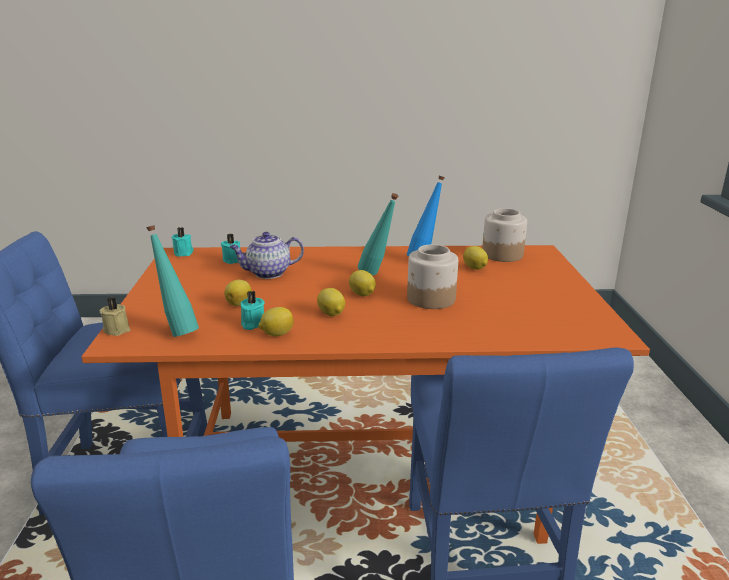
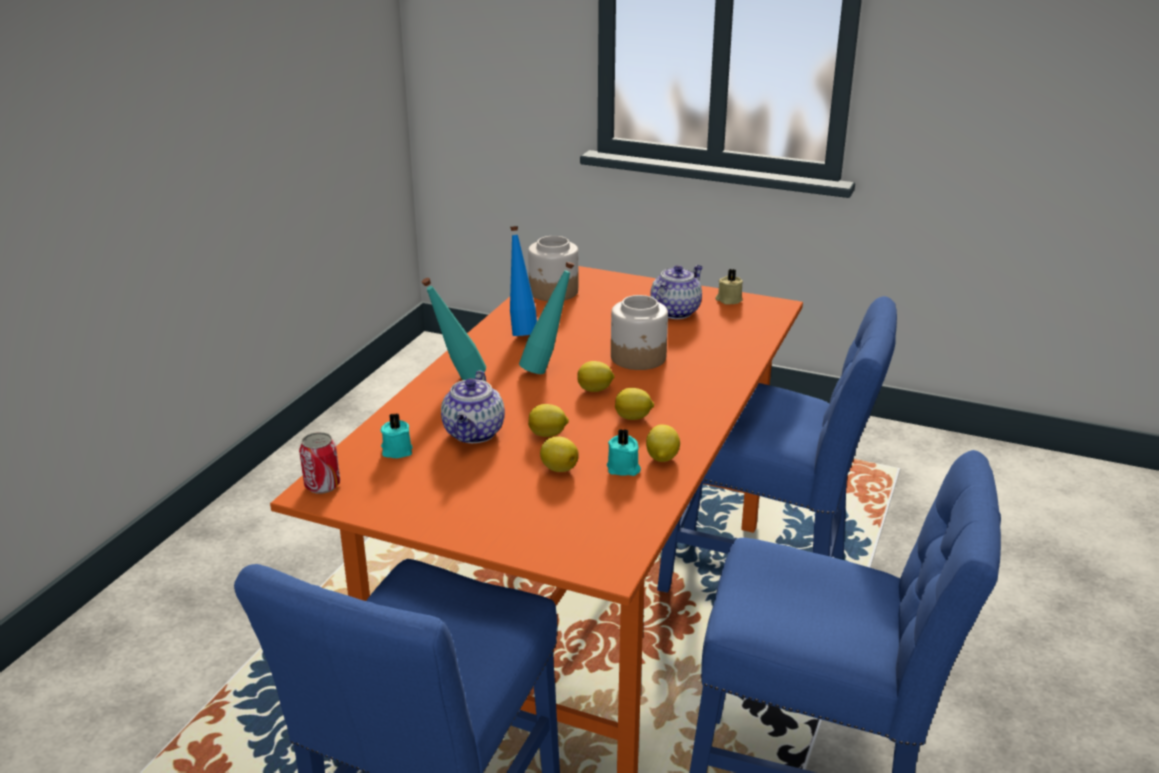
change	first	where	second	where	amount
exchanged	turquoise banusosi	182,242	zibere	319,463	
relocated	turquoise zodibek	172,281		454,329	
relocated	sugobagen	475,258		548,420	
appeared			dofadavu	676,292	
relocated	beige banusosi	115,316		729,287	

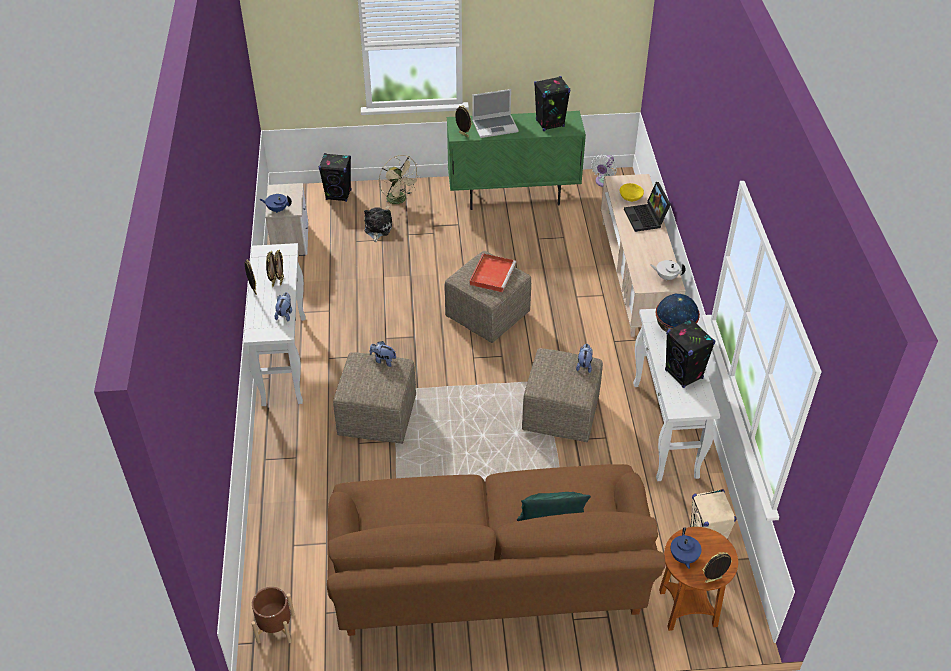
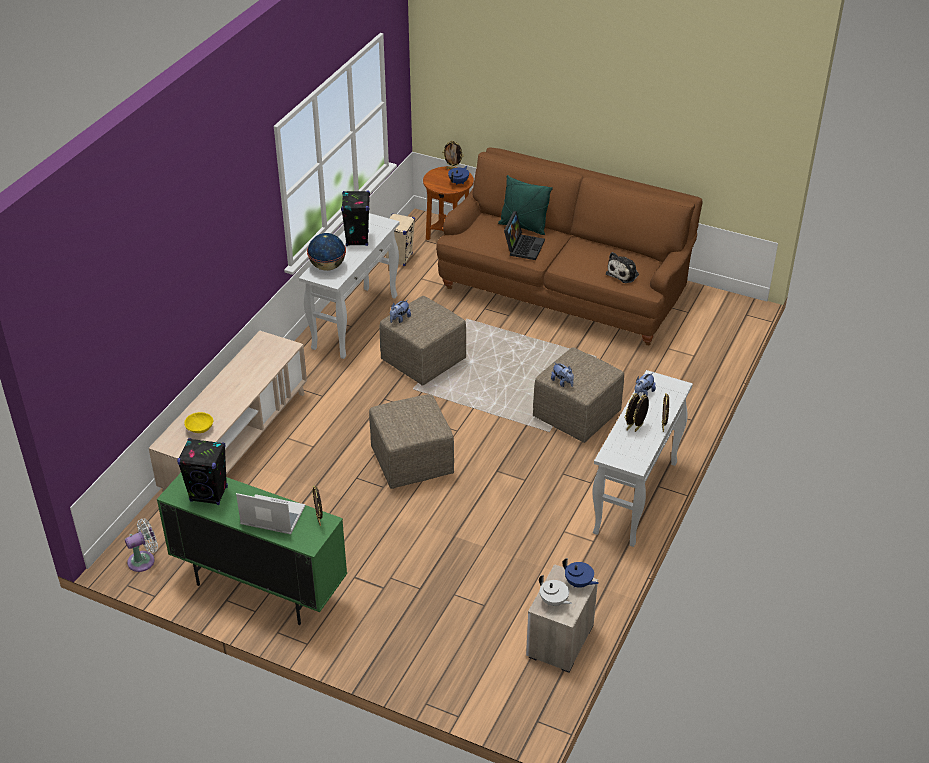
change	first	where	second	where	amount
relocated	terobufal	647,207		524,235	
relocated	white dofadavu	668,270		555,590	
relocated	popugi	378,225		622,267	
missing	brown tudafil	273,615			
missing	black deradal	335,177			
missing	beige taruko	400,182			
missing	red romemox	493,272			

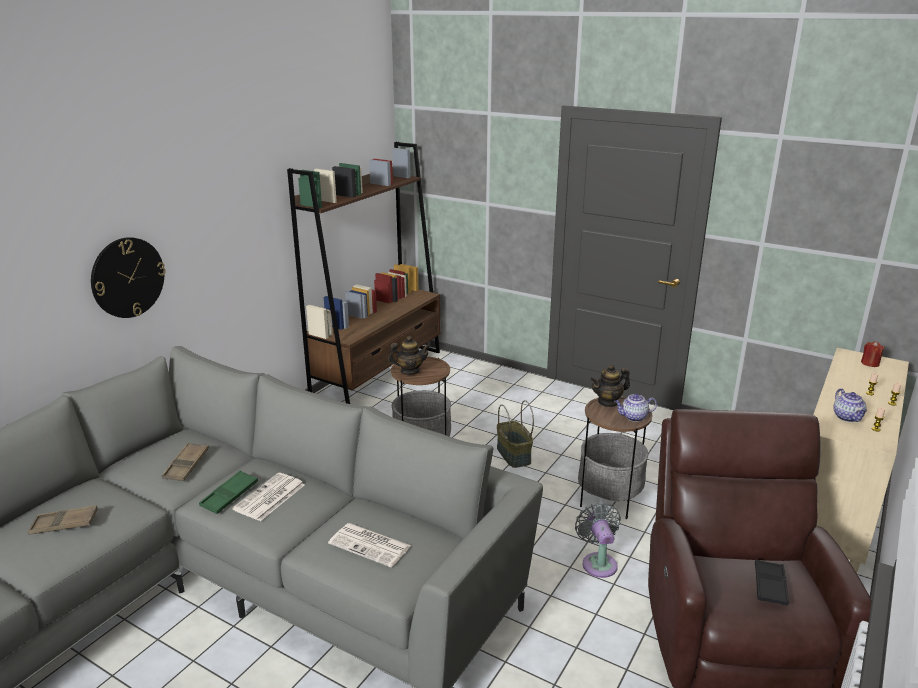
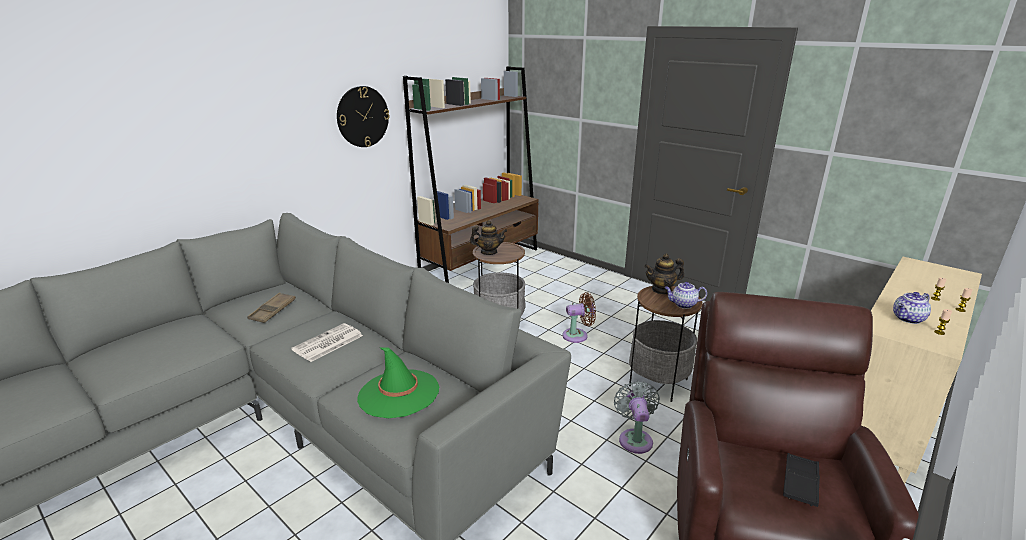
change	first	where	second	where	amount
relocated	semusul	128,277		363,116	
exchanged	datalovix	369,545	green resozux	398,382	
exchanged	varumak	515,434	brown taruko	579,317	
spun	dofadavu	850,405		912,308	60 degrees clockwise
missing	brown romemox	63,520			
missing	green romemox	228,492			
missing	red banusosi	873,354			

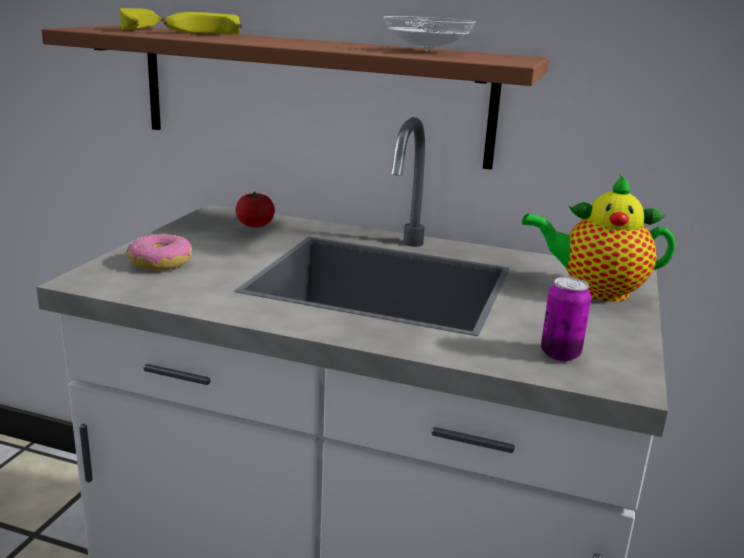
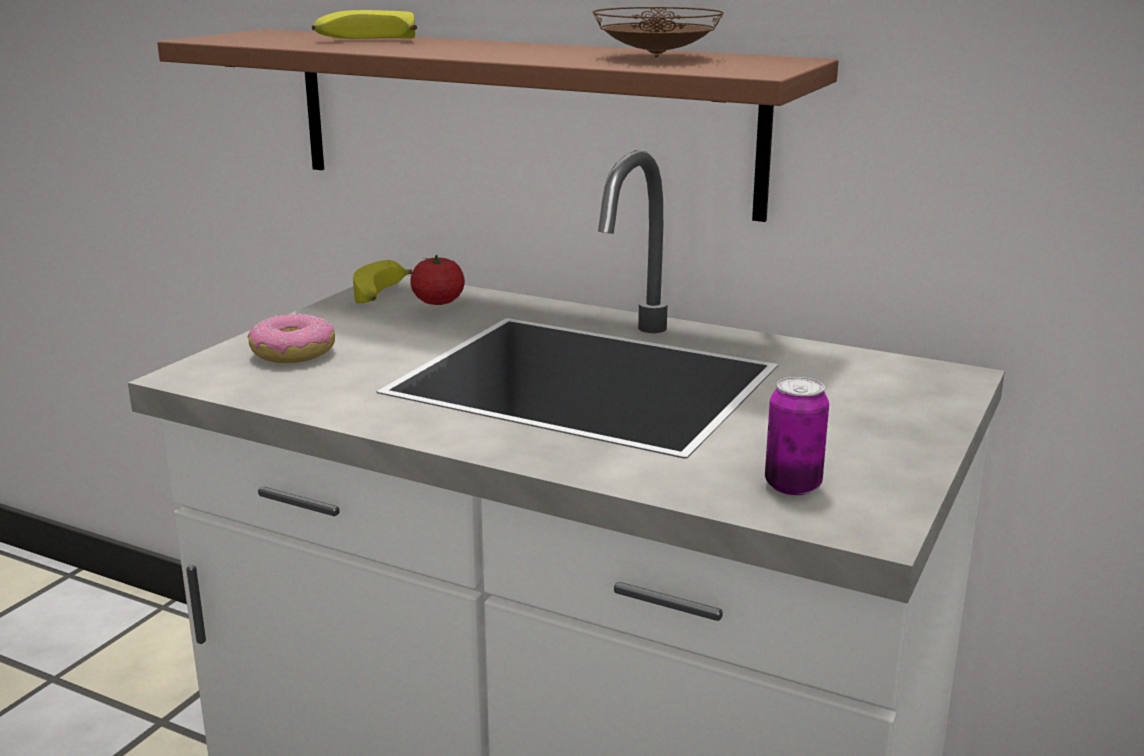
change	first	where	second	where	amount
relocated	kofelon	142,19		382,282	
colour	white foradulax	429,34	brown foradulax	658,32	
missing	dofadavu	599,238			

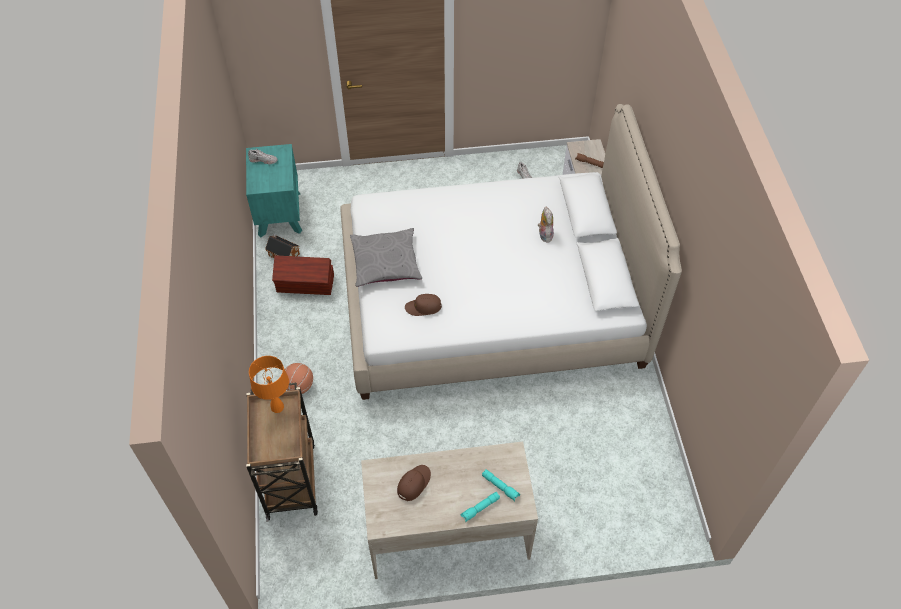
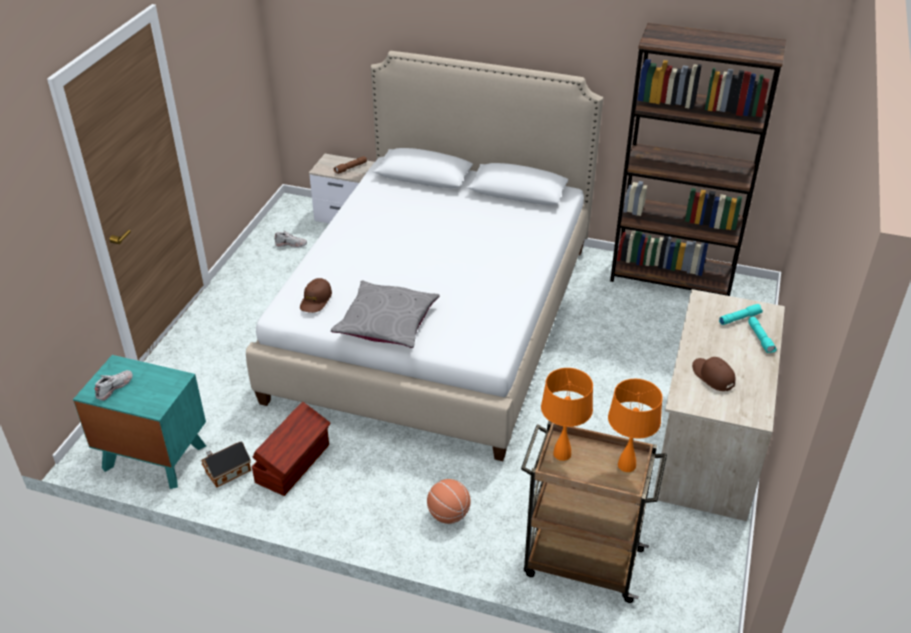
change	first	where	second	where	amount
relocated	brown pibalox	423,305		316,295	
appeared			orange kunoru	635,425	
appeared			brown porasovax	698,159	
missing	popugi	546,224			

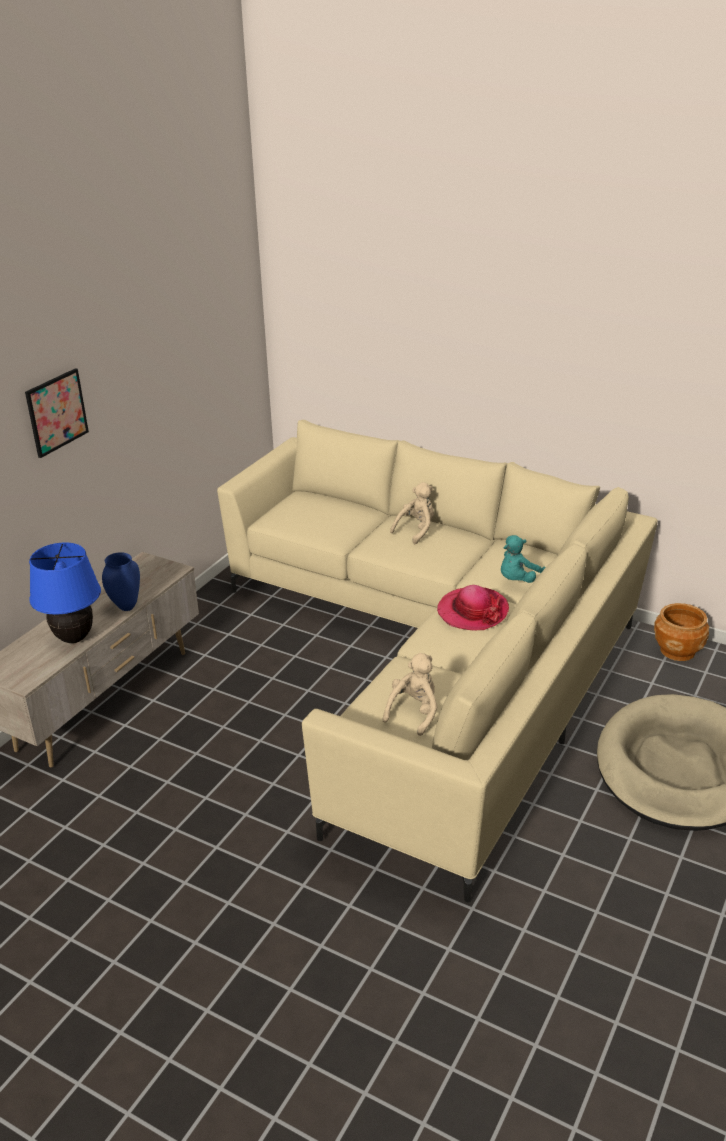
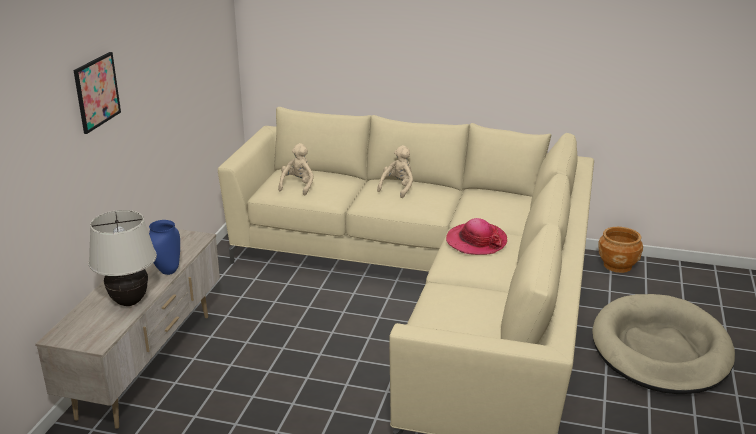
change	first	where	second	where	amount
colour	blue kunoru	65,592	beige kunoru	123,258	
relocated	beige popugi	410,694		296,169	
missing	turquoise popugi	523,559			

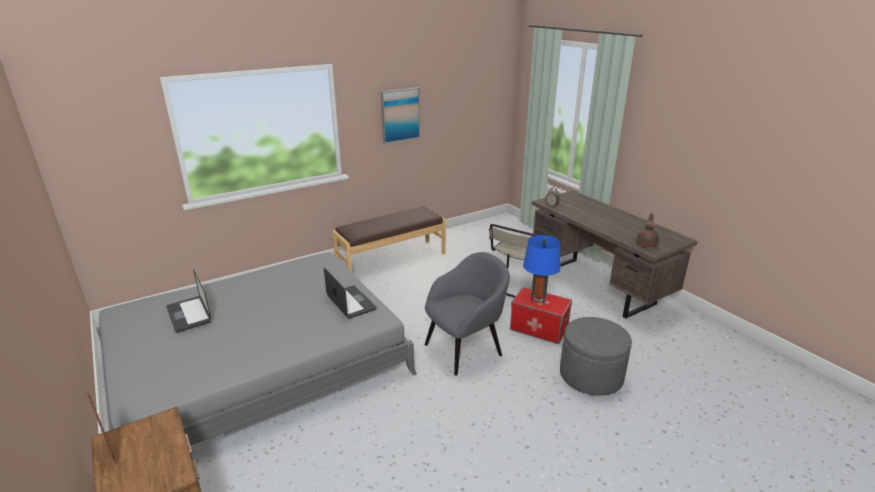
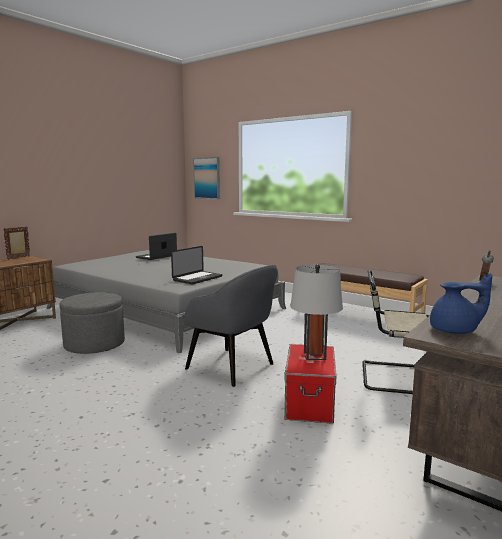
change	first	where	second	where	amount
relocated	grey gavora	596,356		92,323	
relocated	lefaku	400,115		206,178	
colour	blue kunoru	542,269	grey kunoru	316,312	
colour	brown dofadavu	647,230	blue dofadavu	461,303	

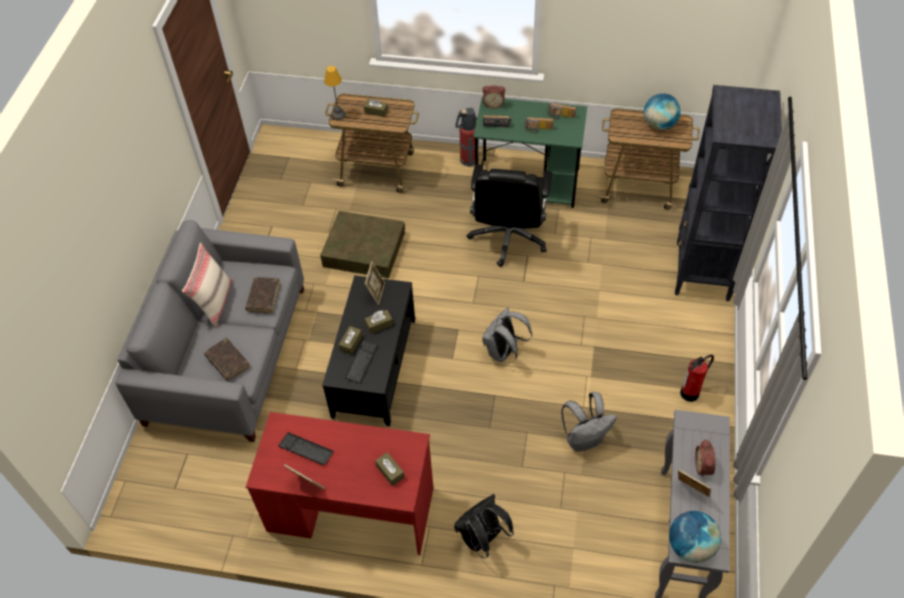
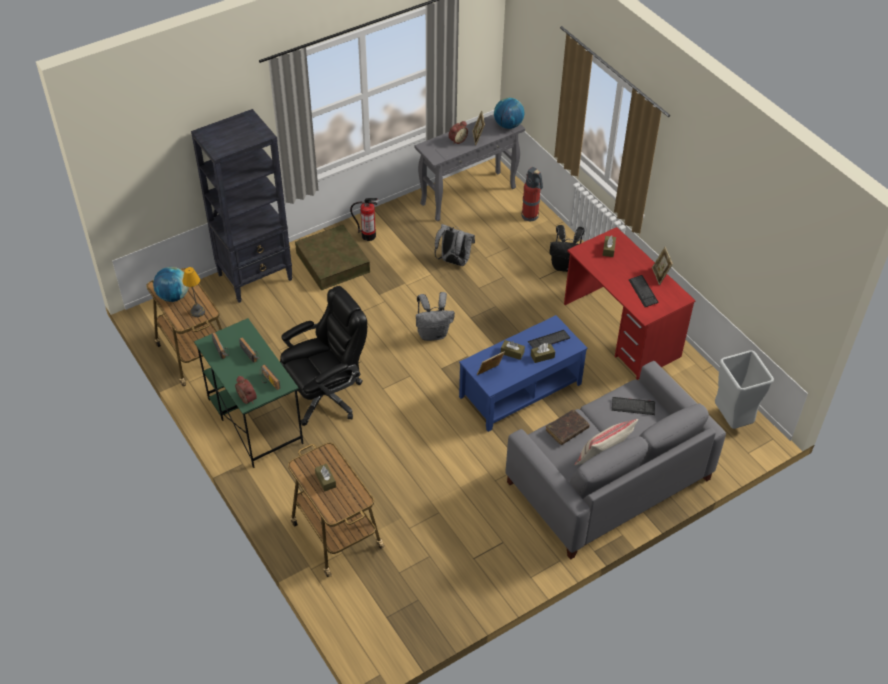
change	first	where	second	where	amount
relocated	kunoru	335,93		194,292	
relocated	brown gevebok	362,245		332,257	
colour	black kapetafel	368,350	blue kapetafel	523,373	
relocated	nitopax	467,137		532,194	
exchanged	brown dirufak	227,359	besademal	633,406	
appeared			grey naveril	744,390	

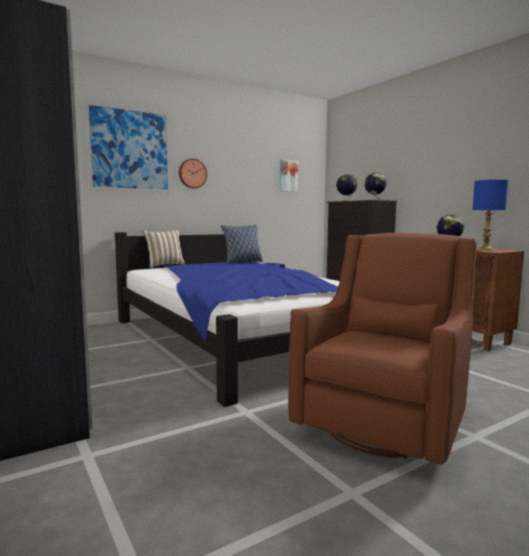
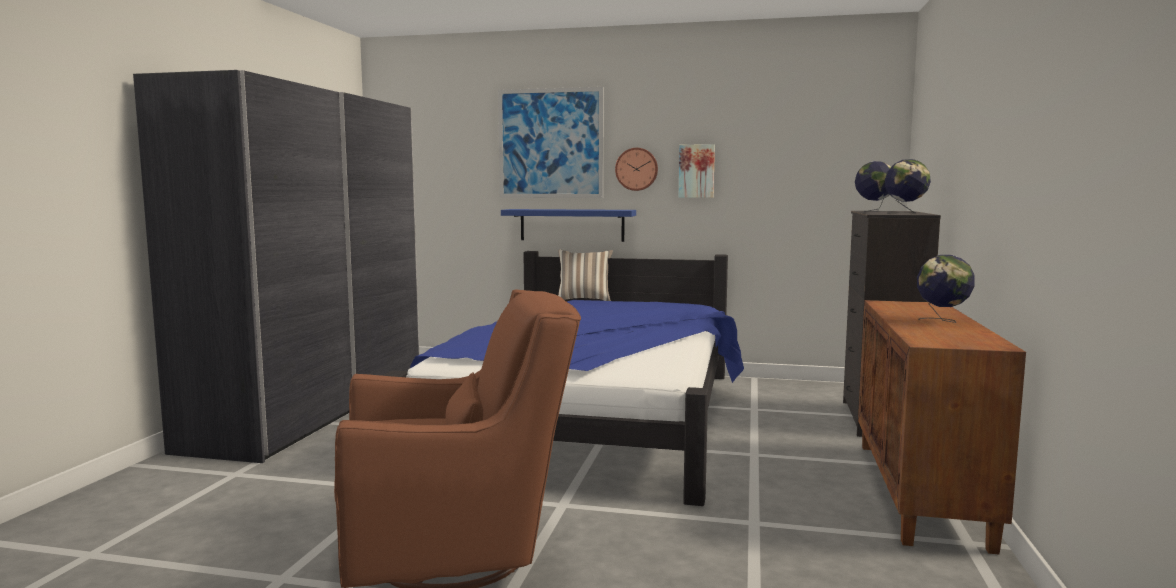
change	first	where	second	where	amount
appeared			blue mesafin	568,225	
relocated	lefaku	289,175		697,171	
missing	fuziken	242,244			
missing	blue kunoru	491,214			

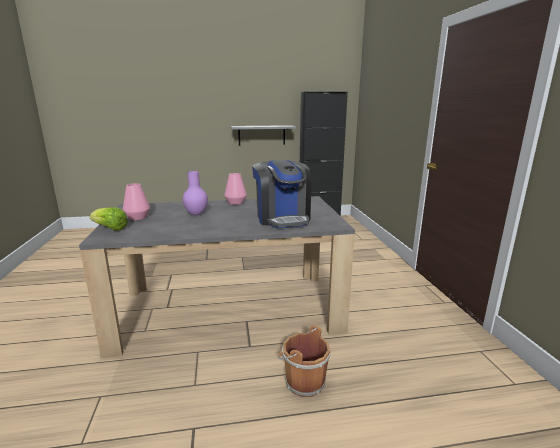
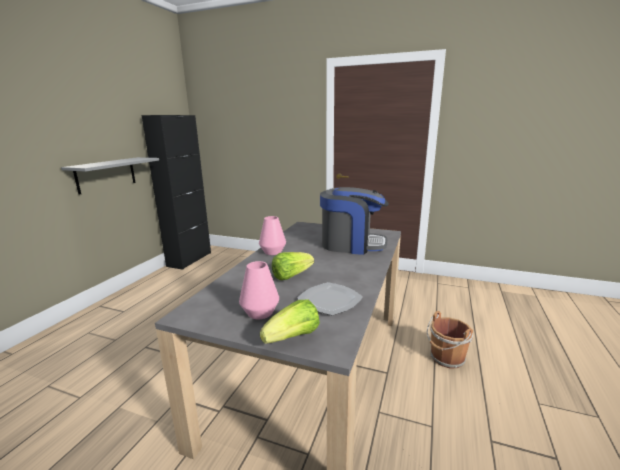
change	first	where	second	where	amount
exchanged	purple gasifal	195,193	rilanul	293,266	
appeared			foradulax	330,299	

